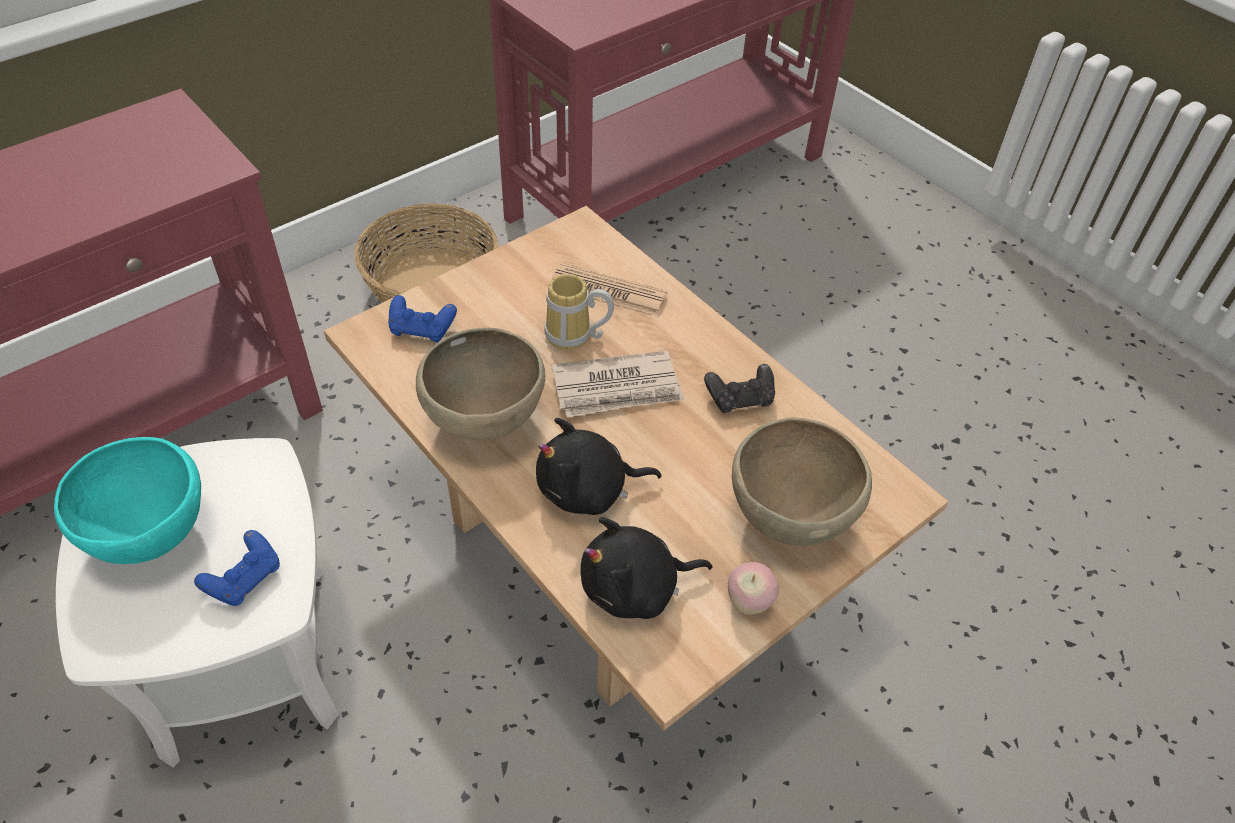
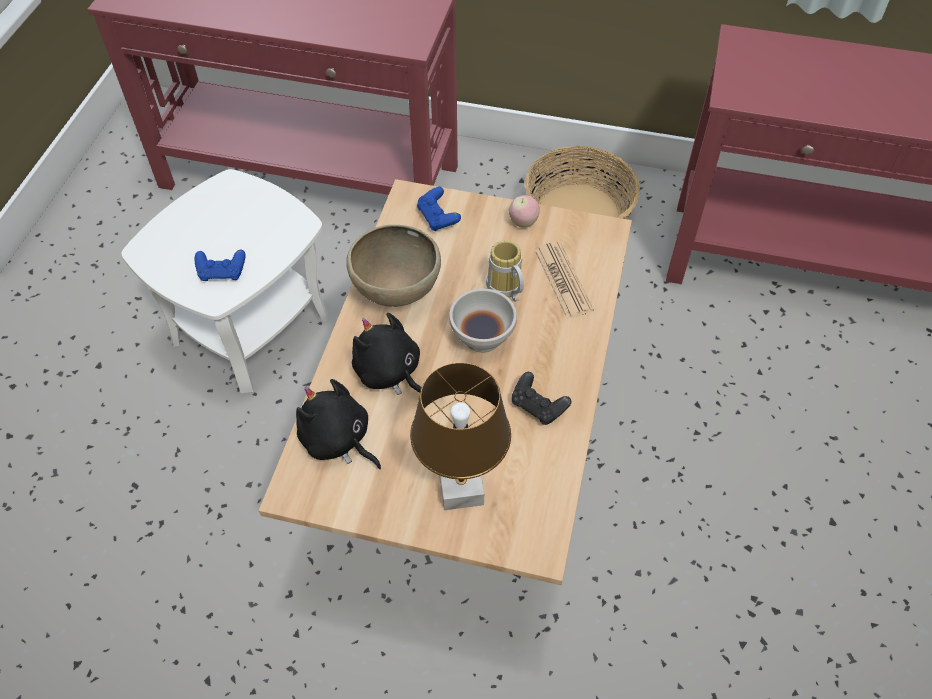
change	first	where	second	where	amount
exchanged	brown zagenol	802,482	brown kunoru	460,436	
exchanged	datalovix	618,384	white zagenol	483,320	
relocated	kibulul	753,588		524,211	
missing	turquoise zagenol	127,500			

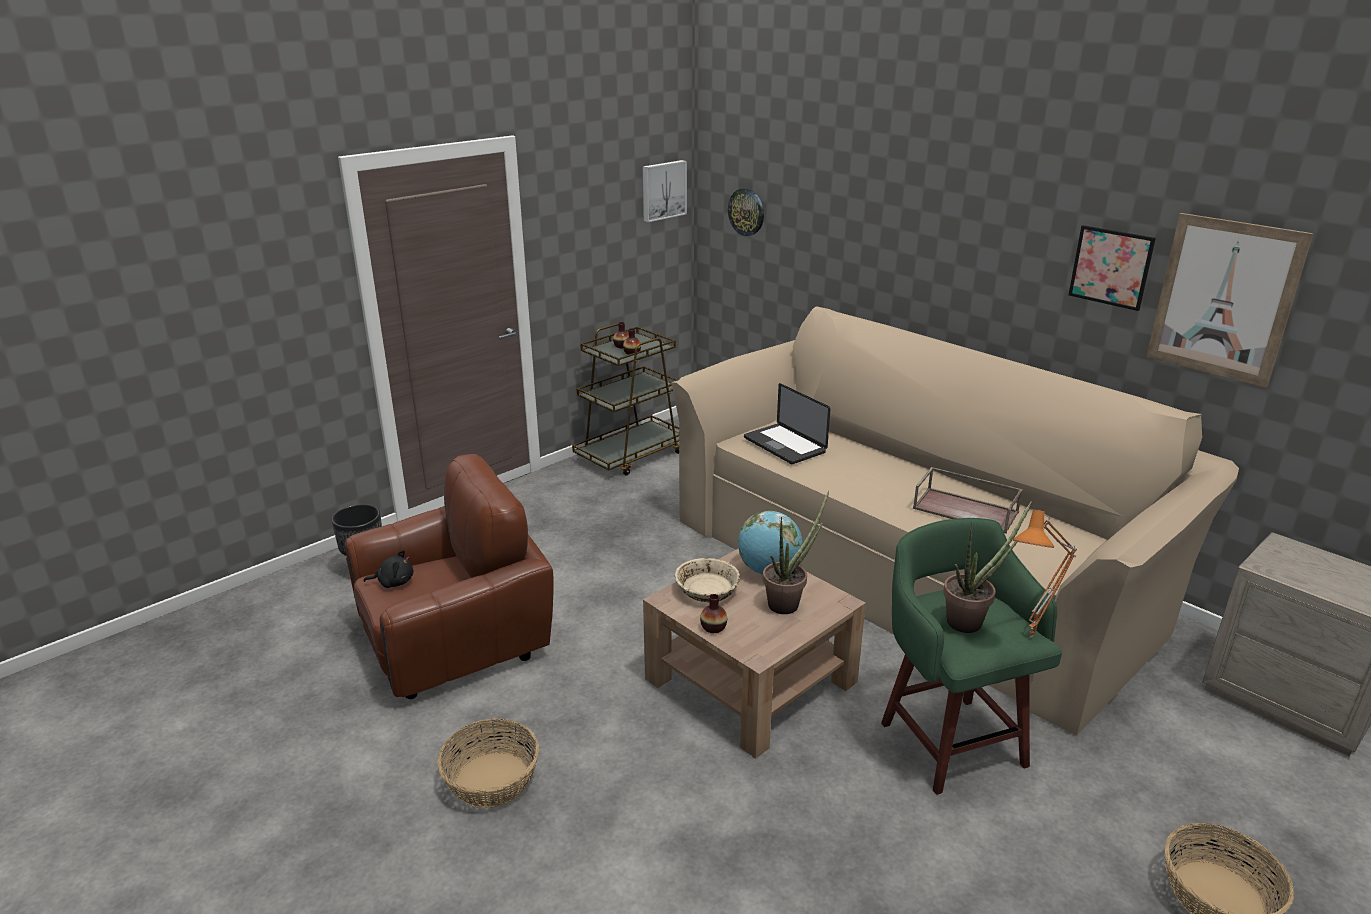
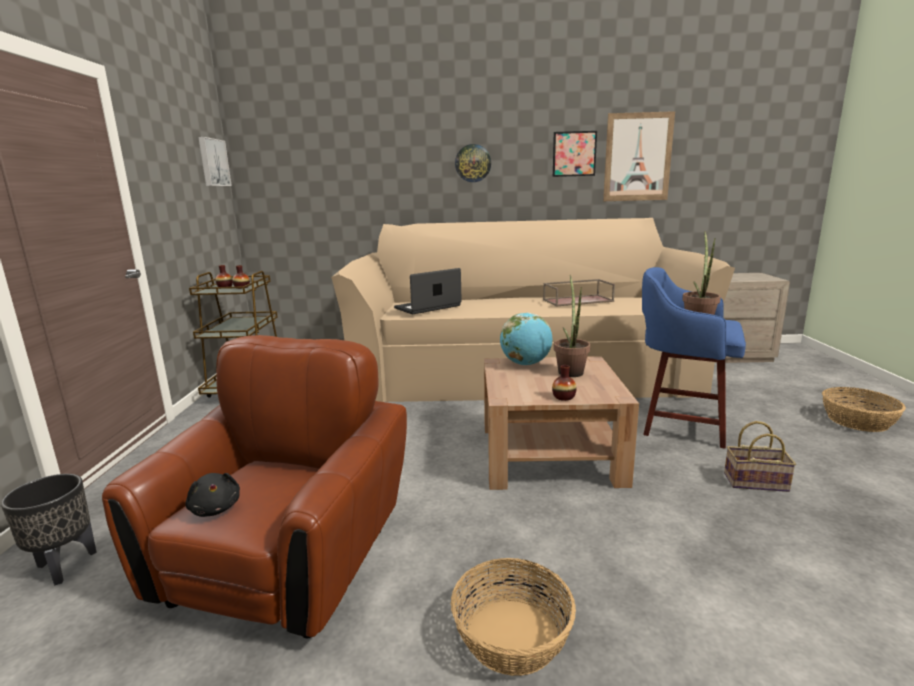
change	first	where	second	where	amount
spun	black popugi	388,569		213,495	105 degrees clockwise
spun	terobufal	787,423		428,291	135 degrees clockwise
relocated	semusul	746,212		473,163	
colour	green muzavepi	971,656	blue muzavepi	694,358	
appeared			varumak	760,456	
missing	beige zagenol	707,580			
missing	orange kunoru	1045,573			

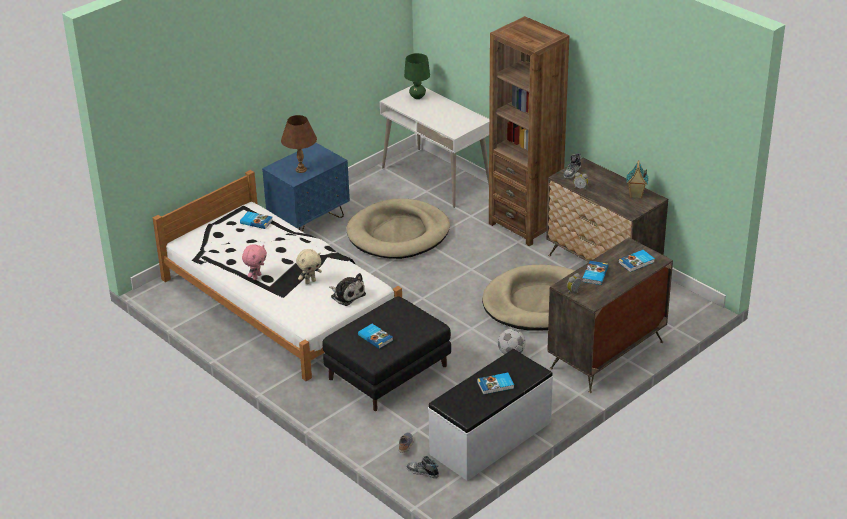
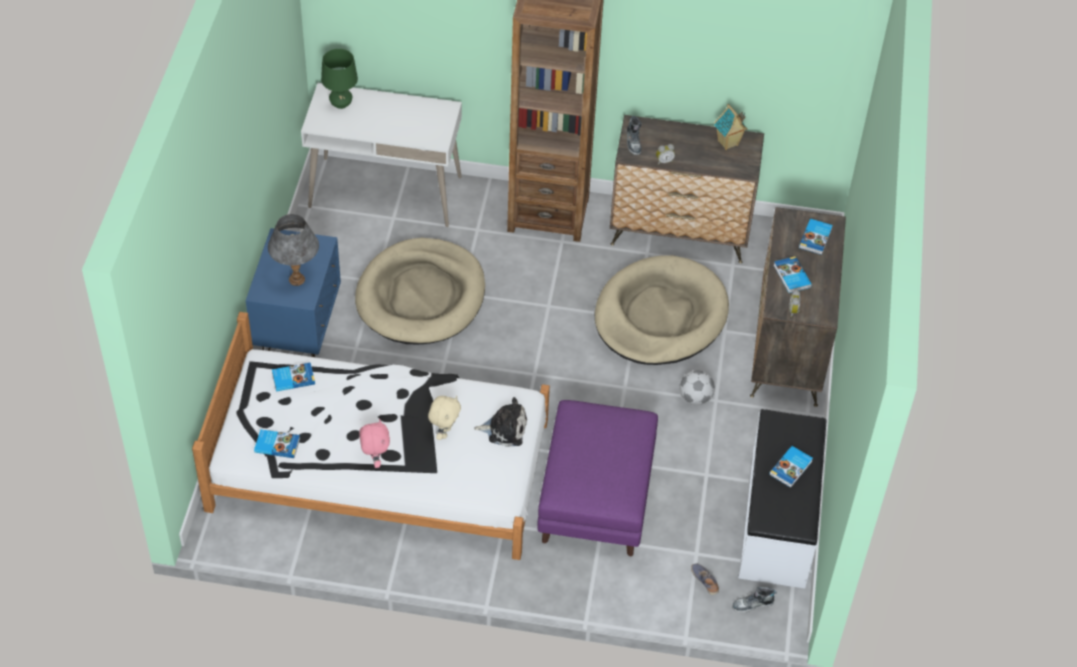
change	first	where	second	where	amount
relocated	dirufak	375,336		277,443	
colour	brown kunoru	299,144	grey kunoru	293,250	
colour	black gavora	387,353	purple gavora	597,478	

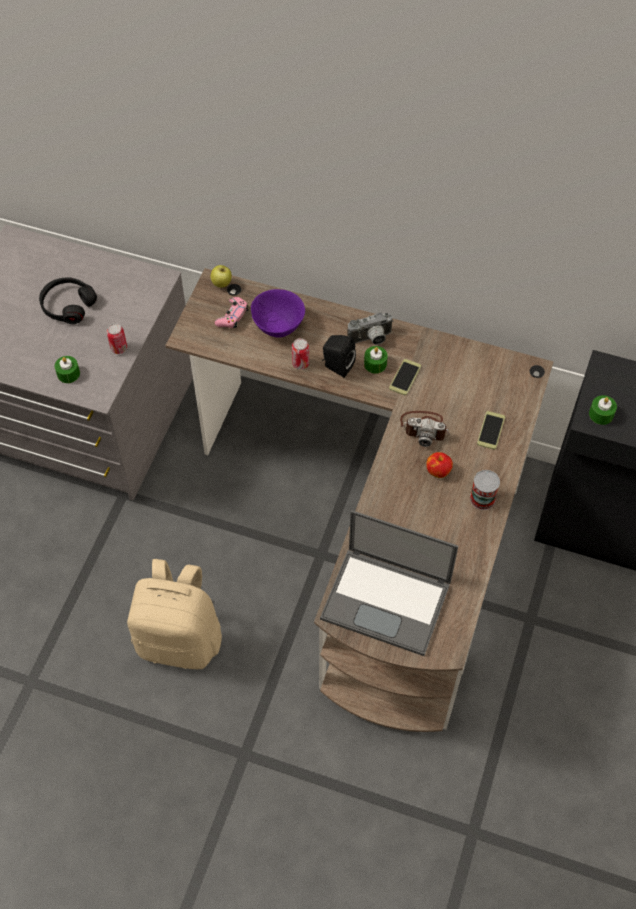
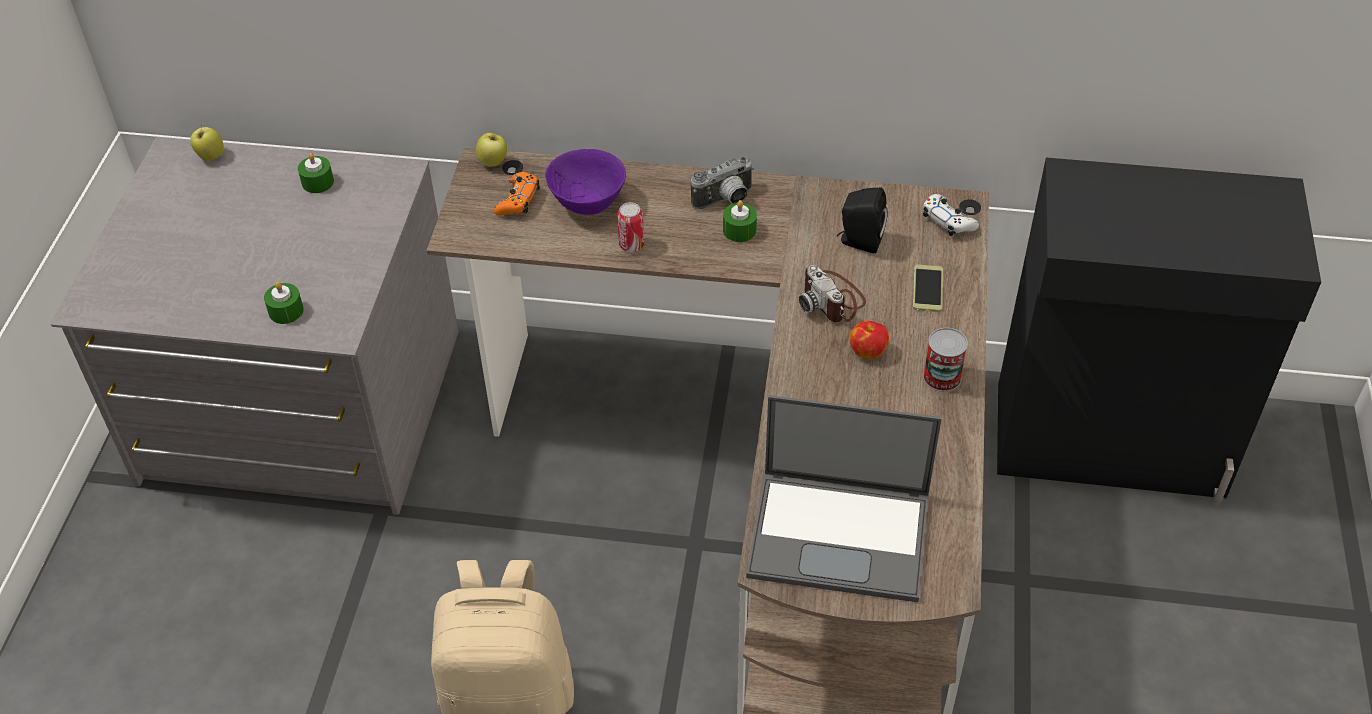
change	first	where	second	where	amount
appeared			kibulul	207,143	
relocated	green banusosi	603,410		316,173	
colour	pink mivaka	231,312	orange mivaka	517,193	
spun	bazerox	425,429		832,293	60 degrees clockwise
relocated	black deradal	339,356		862,220	
appeared			white mivaka	951,215	
missing	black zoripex	68,300			
missing	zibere	117,338			
missing	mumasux	405,377			

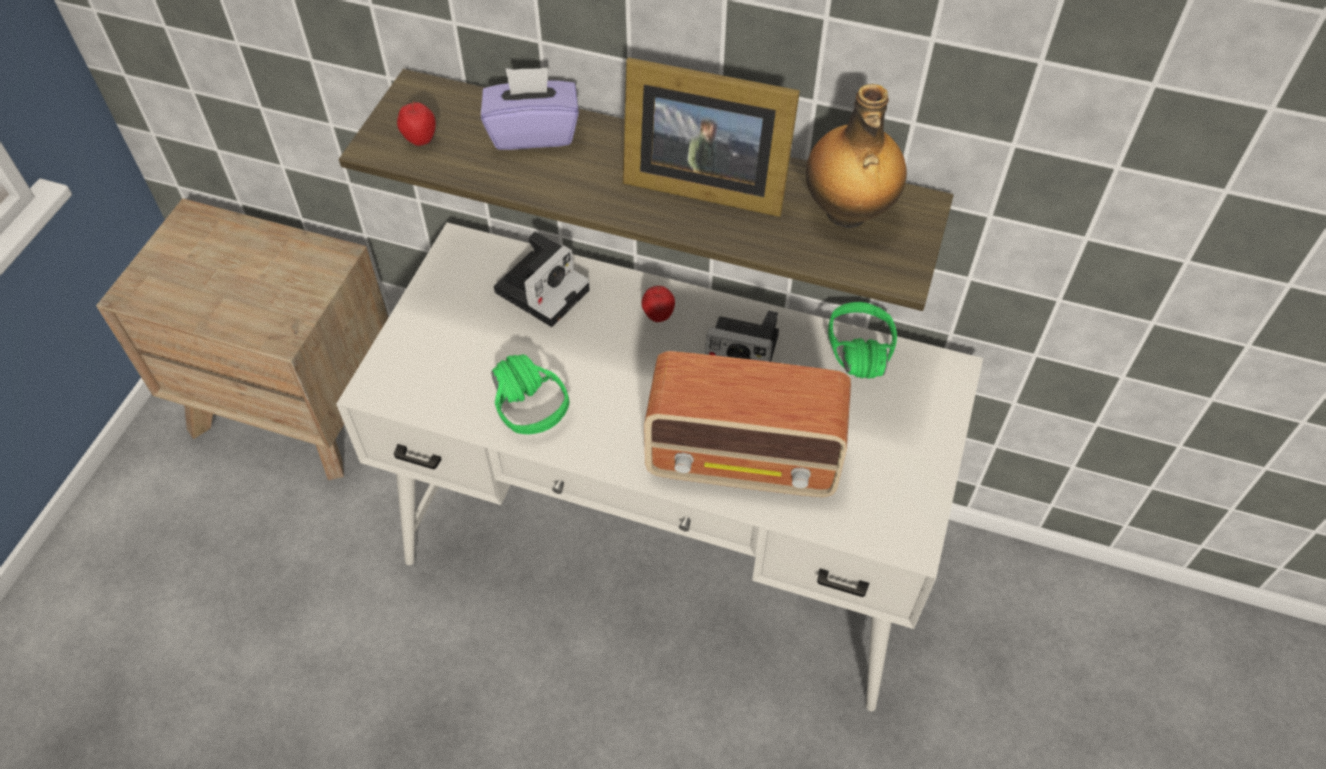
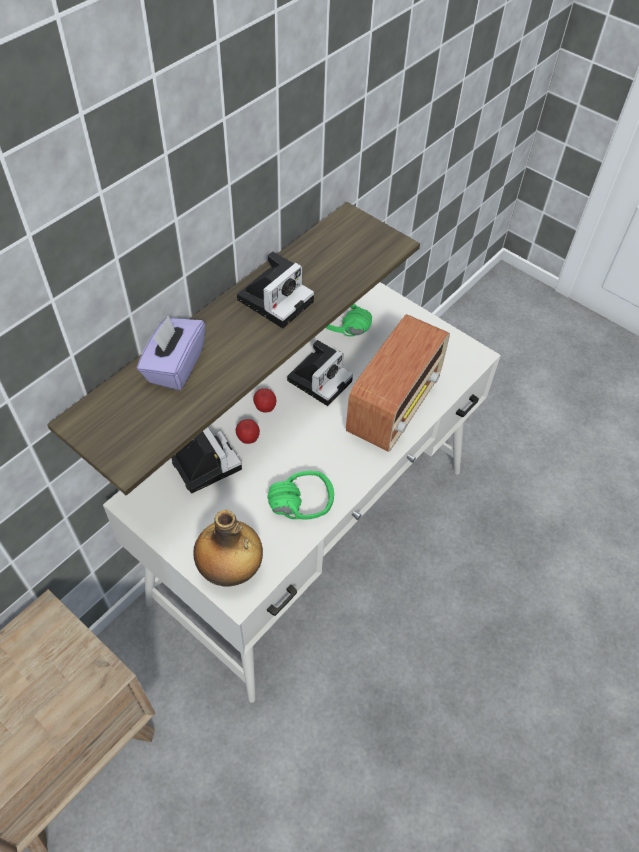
change	first	where	second	where	amount
relocated	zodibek	856,156		228,548	
relocated	kibulul	416,123		248,431	
exchanged	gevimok	711,137	bazerox	275,289	

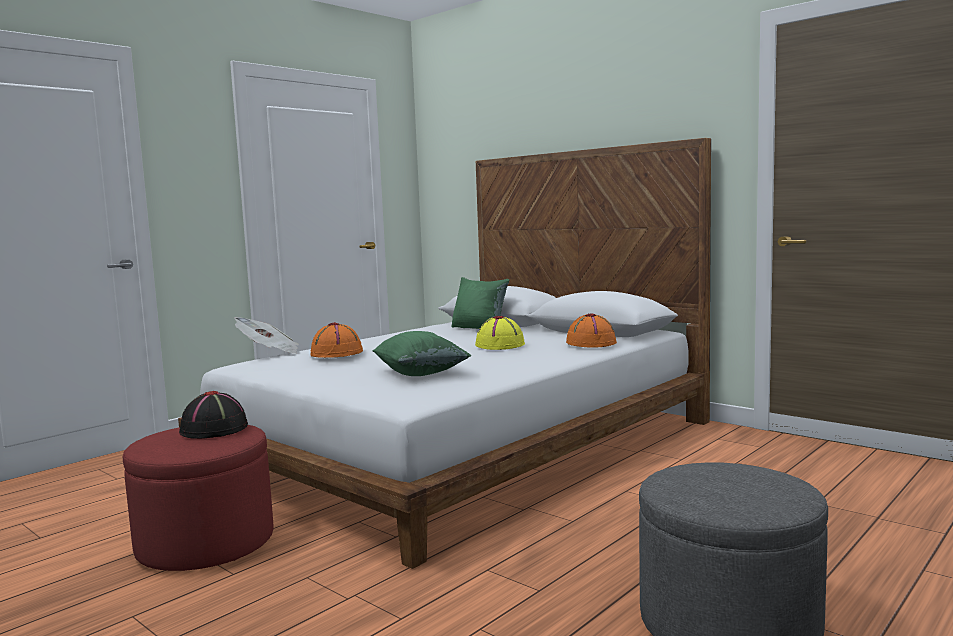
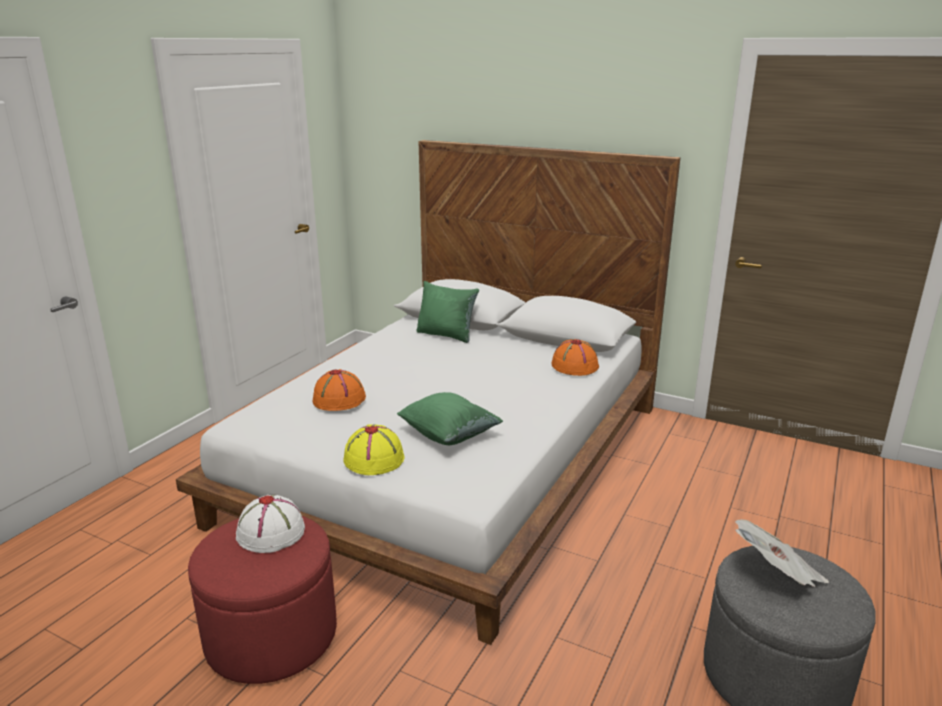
change	first	where	second	where	amount
colour	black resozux	213,415	white resozux	270,524	
relocated	yellow resozux	500,333		373,449	
relocated	datalovix	266,335		782,553	

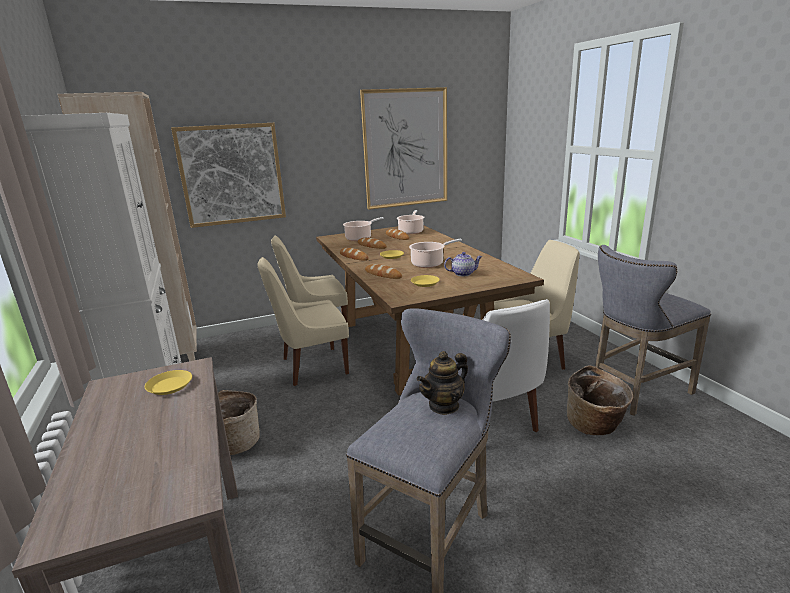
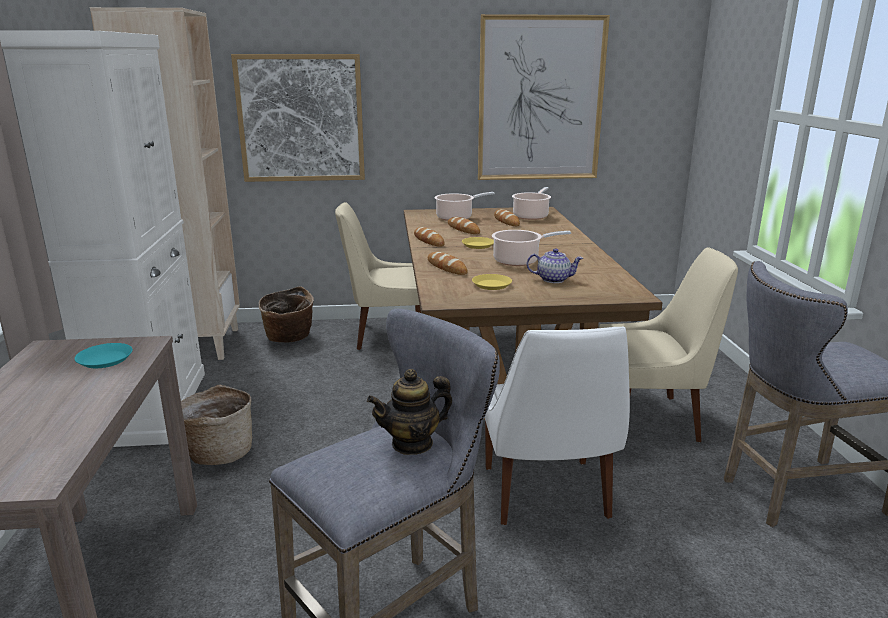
change	first	where	second	where	amount
colour	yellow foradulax	168,382	turquoise foradulax	104,355	
relocated	varumak	600,400		286,314	
missing	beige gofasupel	303,321			

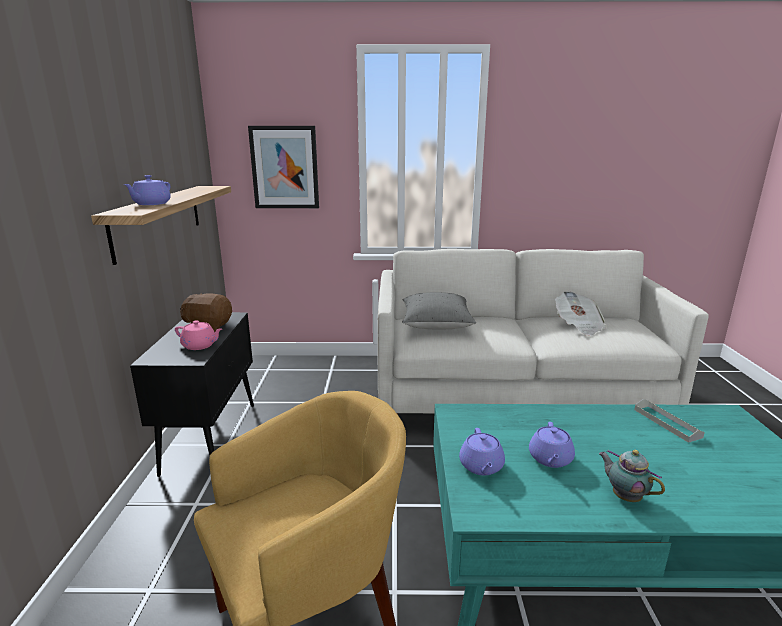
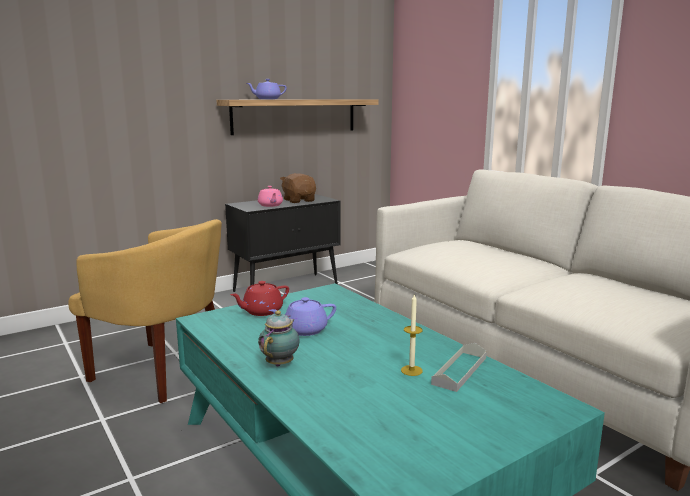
change	first	where	second	where	amount
colour	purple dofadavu	482,451	red dofadavu	259,298	
appeared			banusosi	412,334	
missing	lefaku	283,167			
missing	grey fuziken	439,310			
missing	datalovix	581,313			

